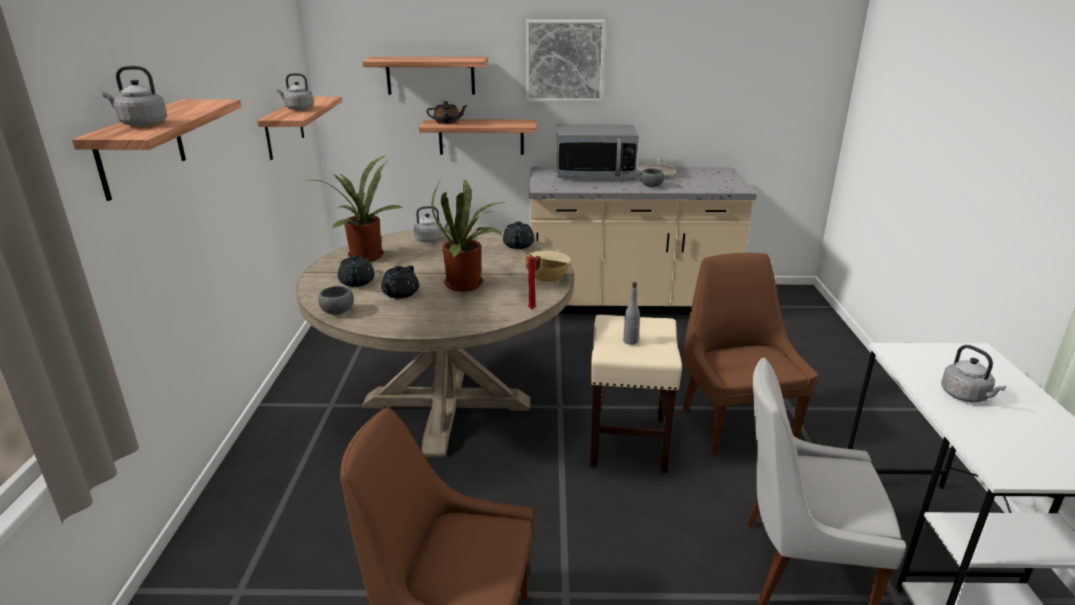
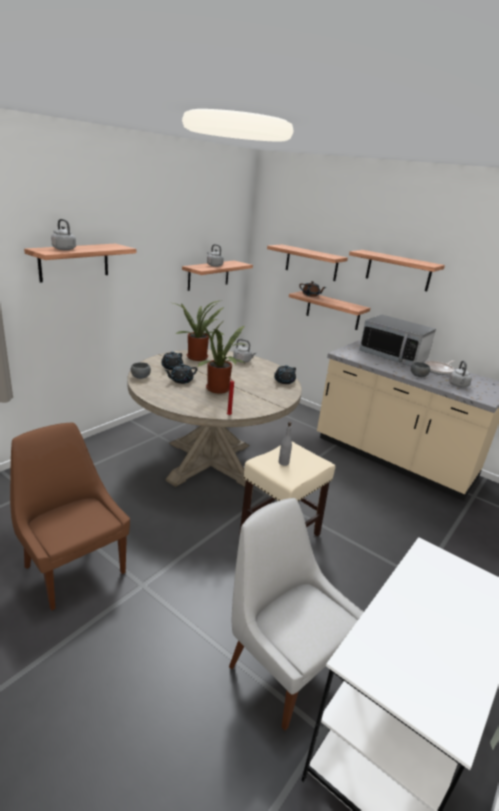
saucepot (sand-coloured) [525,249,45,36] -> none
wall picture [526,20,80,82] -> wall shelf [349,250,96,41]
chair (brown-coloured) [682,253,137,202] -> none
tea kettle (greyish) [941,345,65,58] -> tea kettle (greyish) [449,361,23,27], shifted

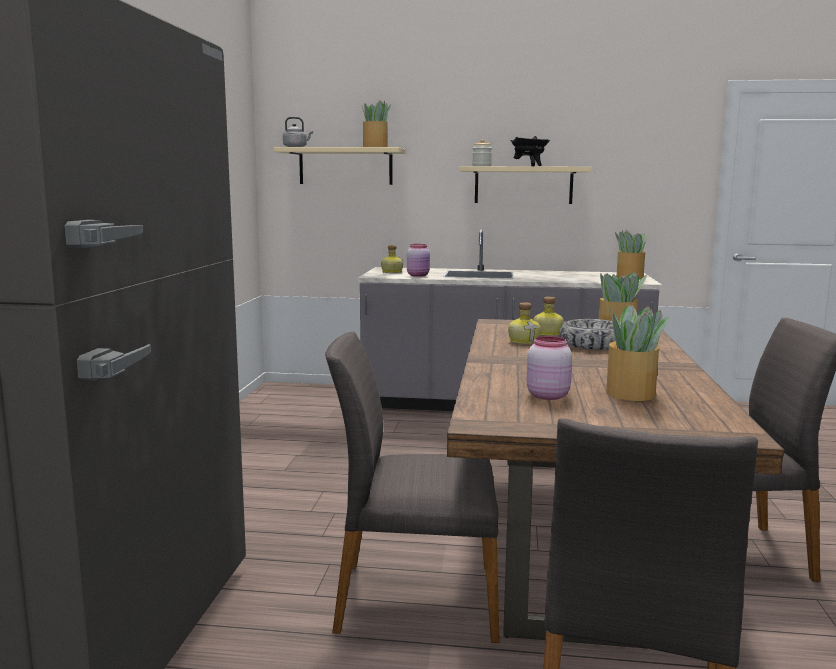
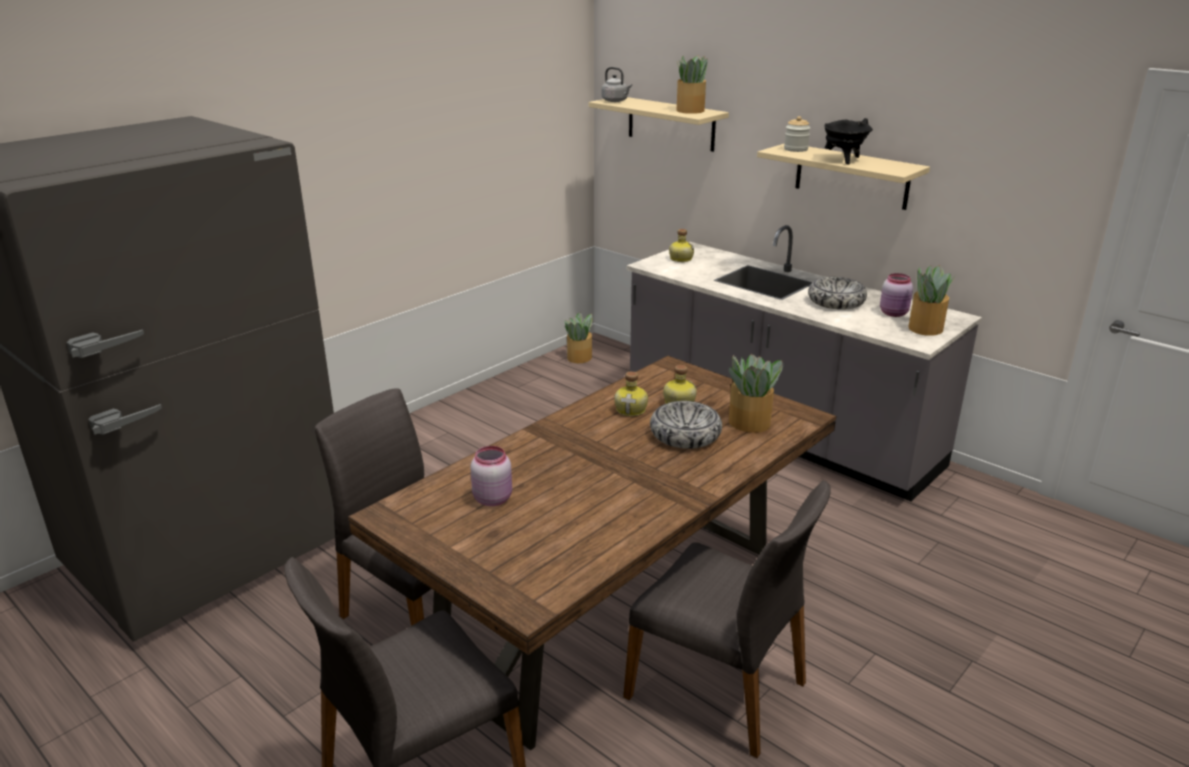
jar (pink) [407,244,23,33] -> jar (pink) [880,273,33,44], shifted
houseplant [606,305,63,96] -> houseplant [565,312,28,51], shifted
none -> serving bowl [808,277,59,33]

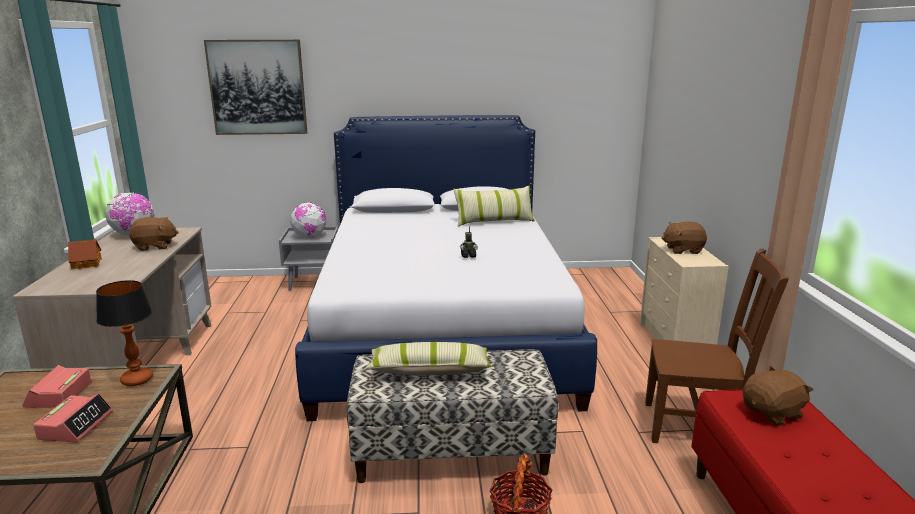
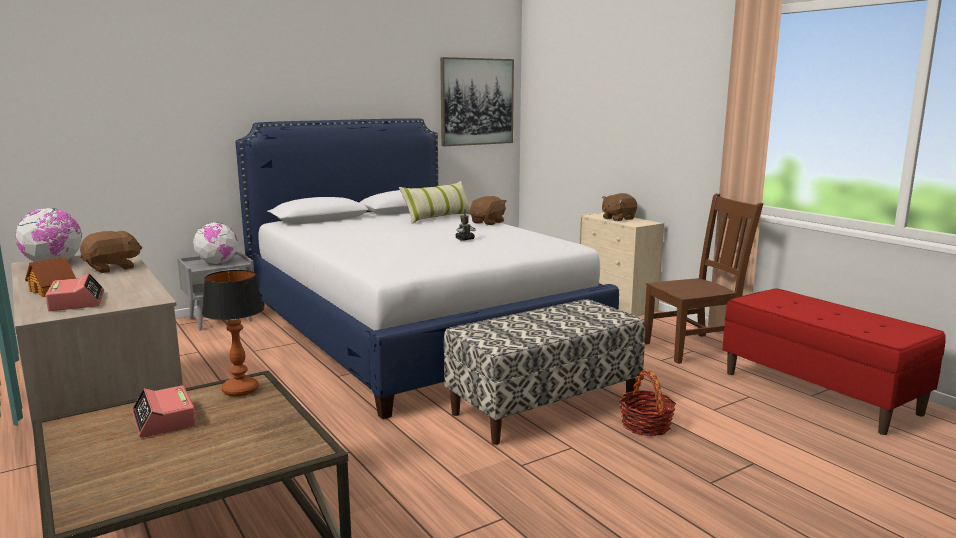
table clock [33,394,80,48] -> table clock [45,273,59,38], shifted
wall picture [204,40,103,95] -> wall picture [440,57,74,89], shifted
cushion [366,342,126,34] -> none
cuddly toy (brown-coloured) [743,366,71,60] -> cuddly toy (brown-coloured) [470,196,37,29], shifted

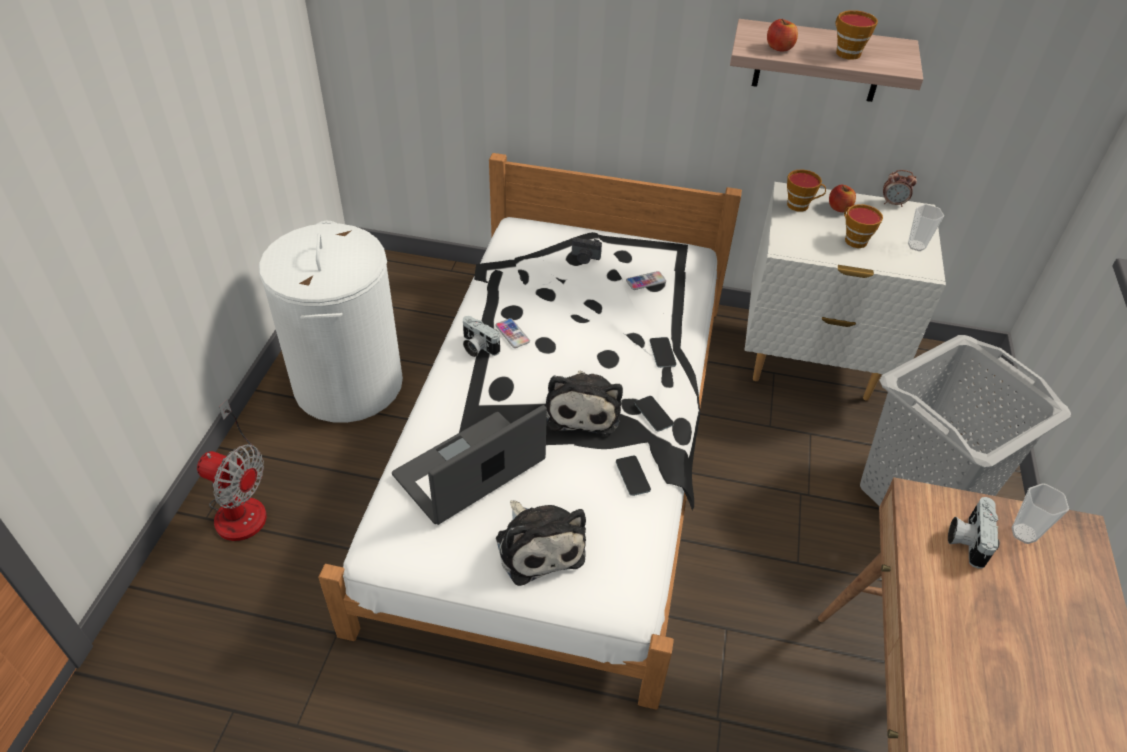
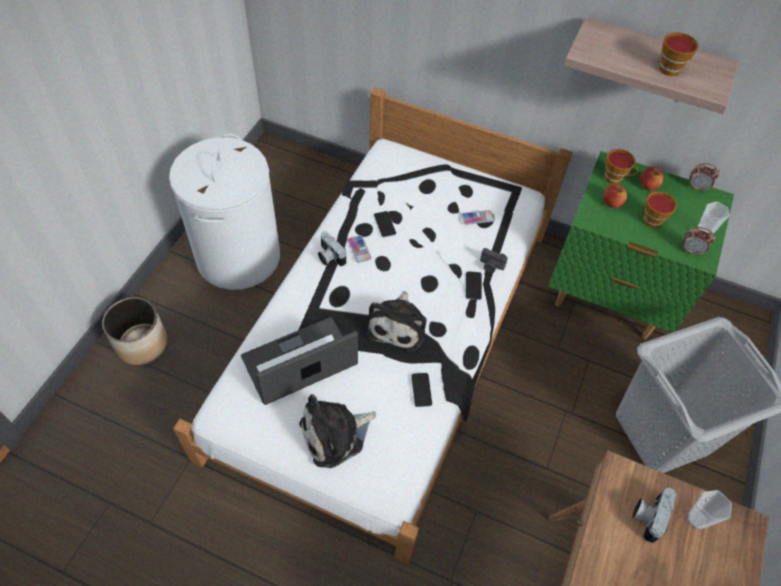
electric fan [197,399,70,142] -> plant pot [102,297,65,68]
cuddly toy [496,500,90,86] -> cuddly toy [299,394,77,74], 75 degrees clockwise
still camera [572,237,30,27] -> still camera [480,248,28,25], shifted
telephone [635,396,39,36] -> telephone [374,211,22,26], shifted
nightstand (whitish) [745,182,201,219] -> nightstand (greenish) [548,151,186,188]
apple fruit [767,19,31,32] -> apple fruit [603,184,24,24], shifted
none -> table clock [682,227,33,29]

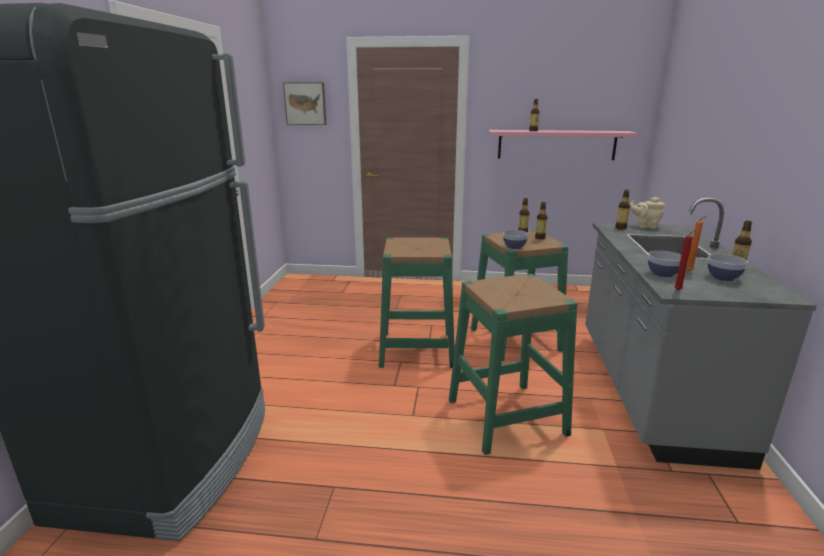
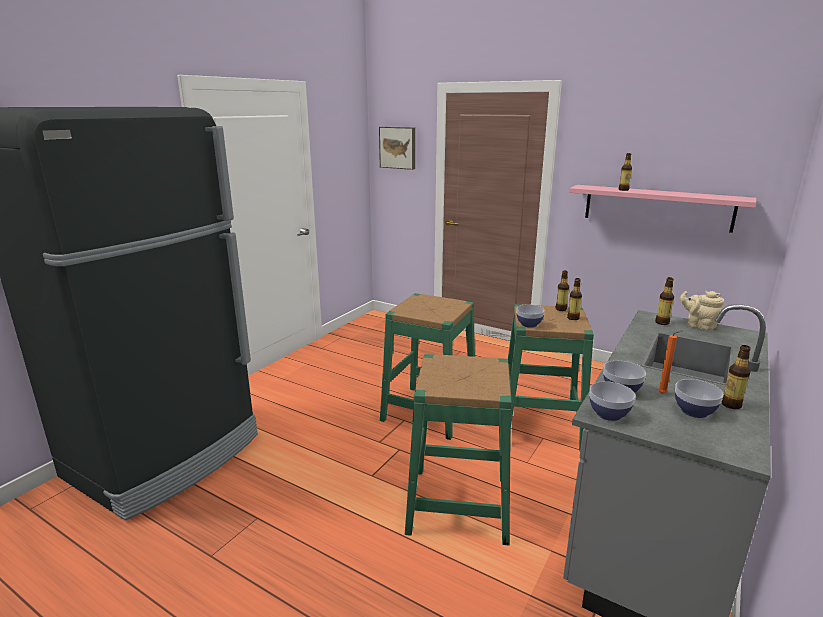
wax light (red) [674,230,22,60] -> serving bowl [589,381,47,40]

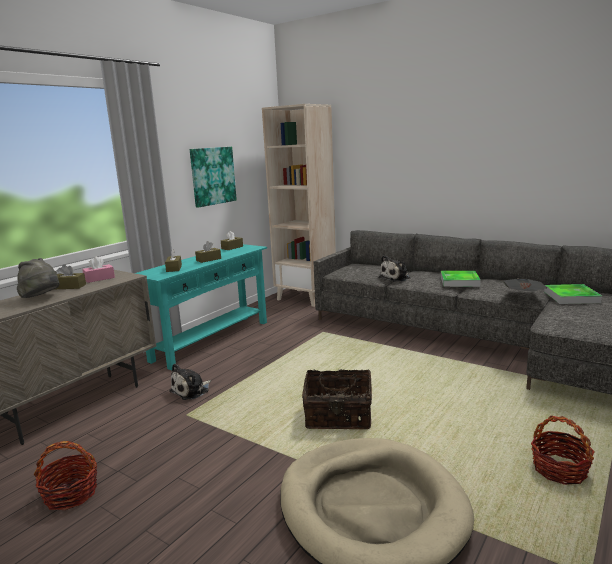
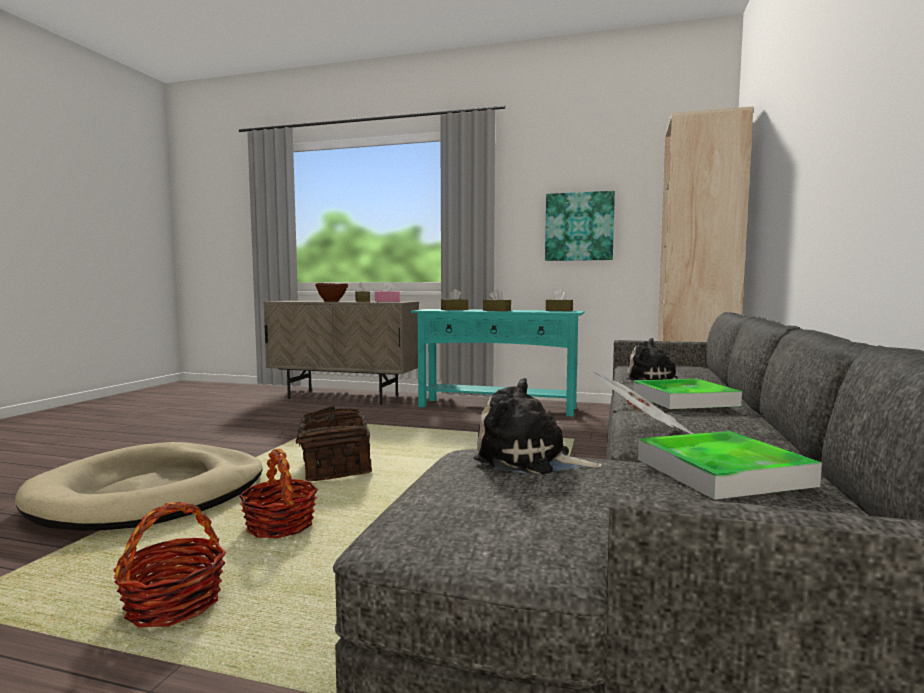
clothing hat (greyish) [17,258,43,40] -> serving bowl (brown-coloured) [315,283,33,19]
storage basket [34,441,63,69] -> storage basket [239,449,79,89], shifted
cuddly toy [169,363,42,37] -> cuddly toy [474,378,128,97], shifted

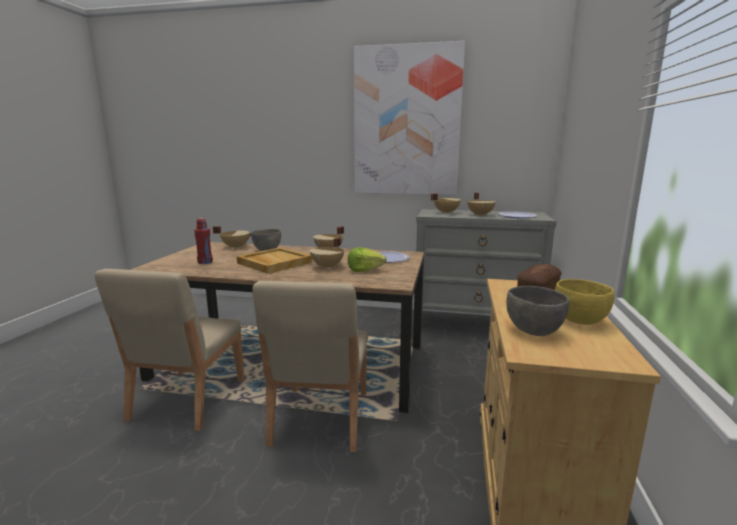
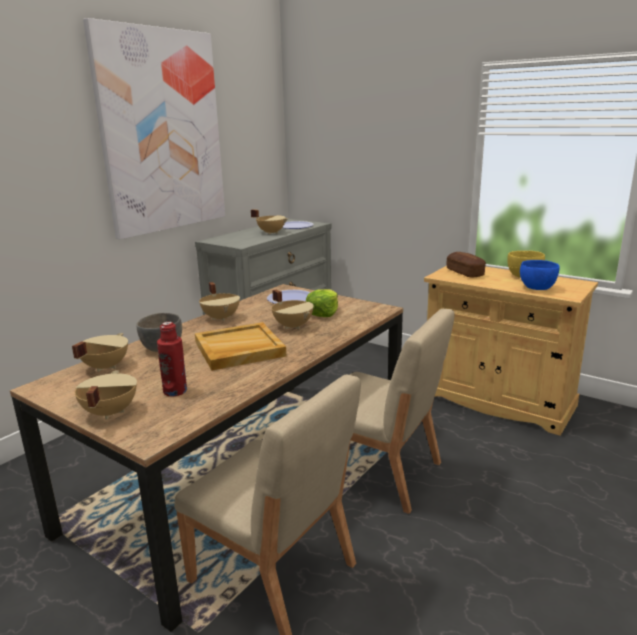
saucepot (sand-coloured) [431,193,30,21] -> saucepot (sand-coloured) [75,370,62,50], shifted
serving bowl (greyish) [506,286,63,50] -> serving bowl (blue-coloured) [520,260,40,30]

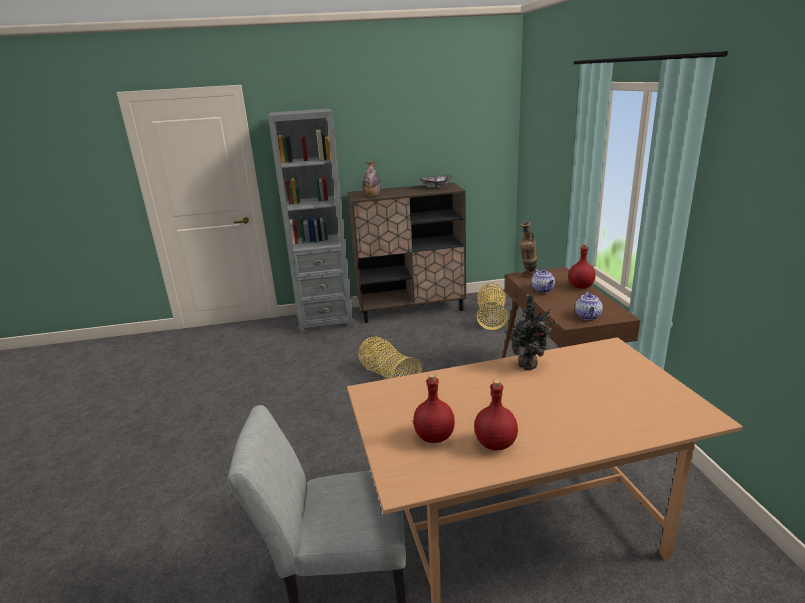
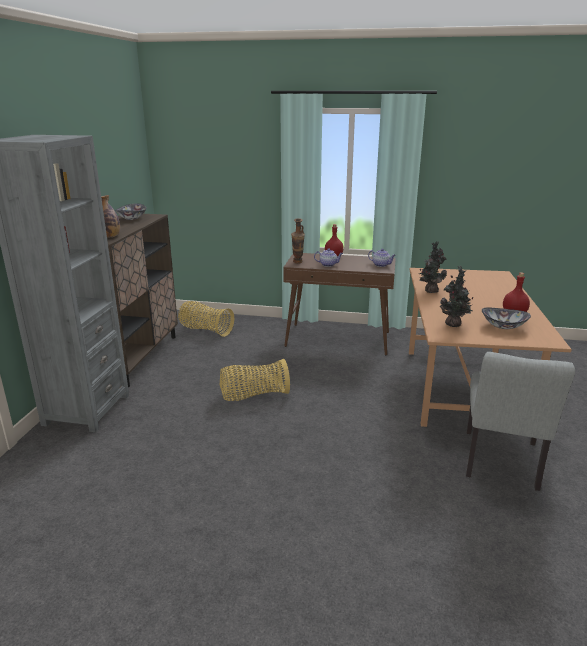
drink bottle (red) [413,374,42,69] -> serving bowl [482,308,49,21]
none -> houseplant [440,266,33,61]

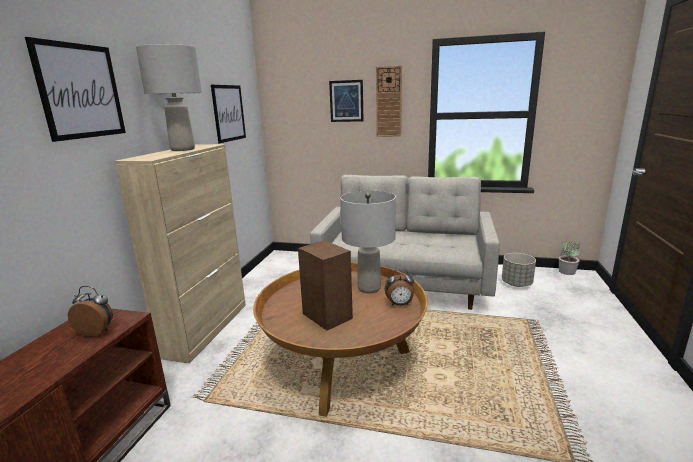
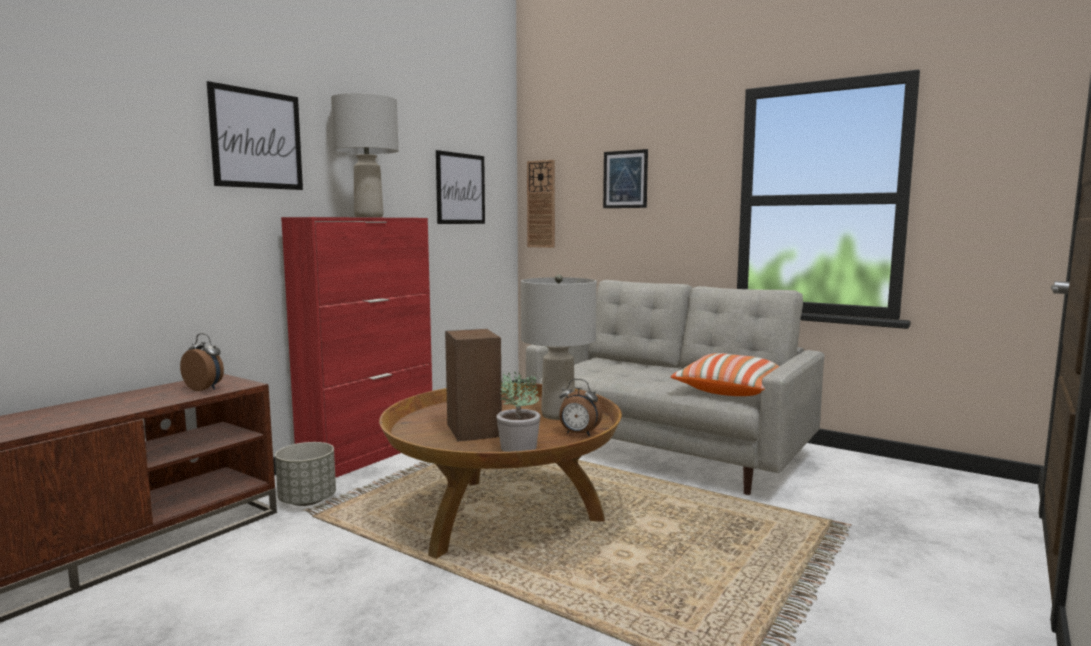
cabinet (sand-coloured) [115,144,131,220] -> cabinet (red) [281,217,151,261]
hanging clock [376,66,26,71] -> hanging clock [527,160,28,88], shifted
plant pot (greyish) [502,253,34,34] -> plant pot (greyish) [275,442,61,64], shifted
houseplant [559,242,21,33] -> houseplant [497,372,43,80], shifted
none -> cushion [671,353,108,43]

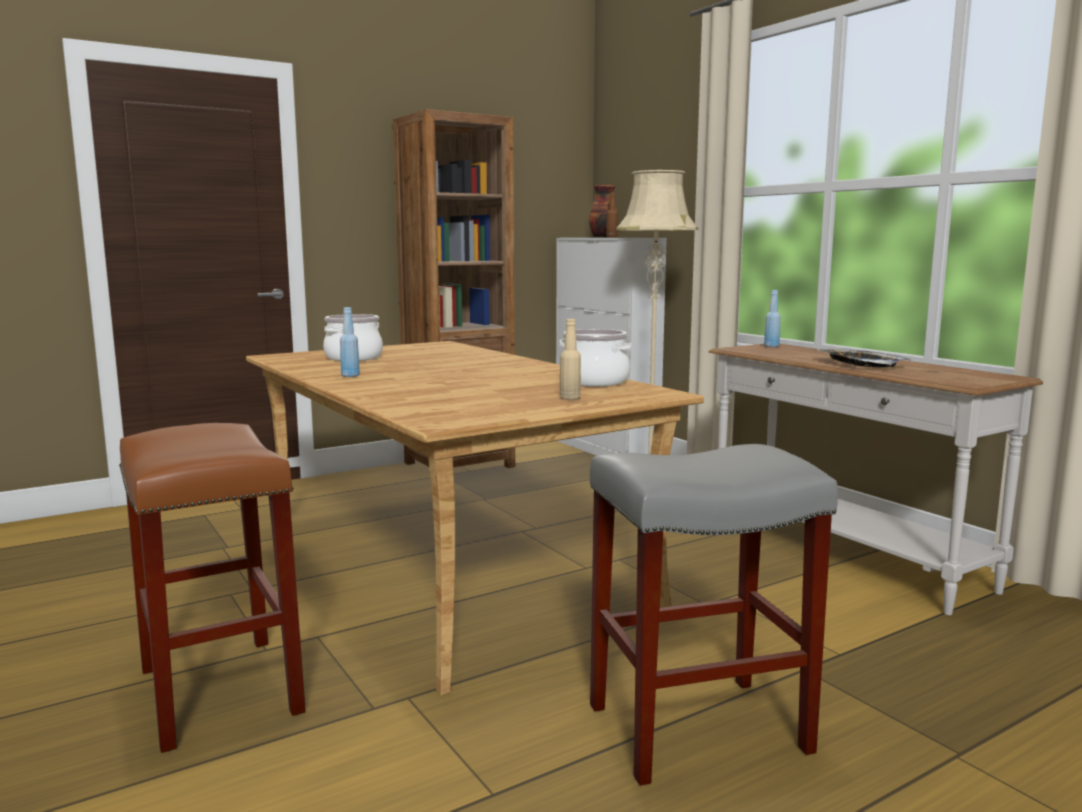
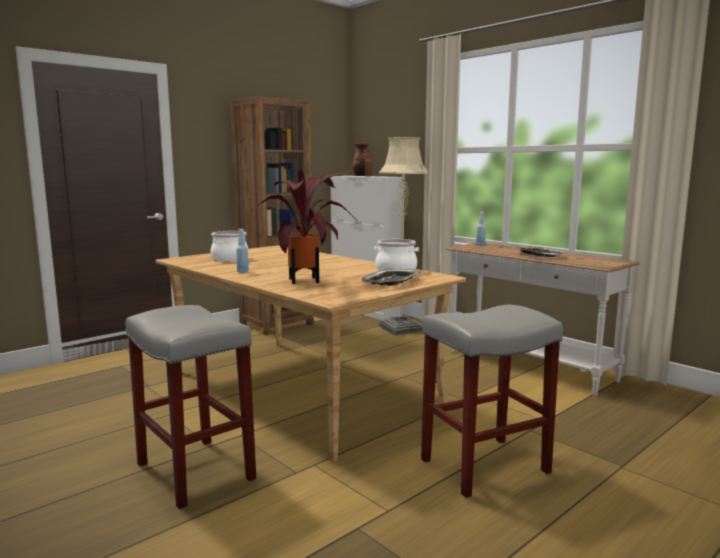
stool seat (brown-coloured) [119,423,187,330] -> stool seat (greyish) [126,305,130,204]
drink bottle (sand-coloured) [560,319,21,81] -> tray [362,269,59,17]
none -> houseplant [250,170,108,114]

